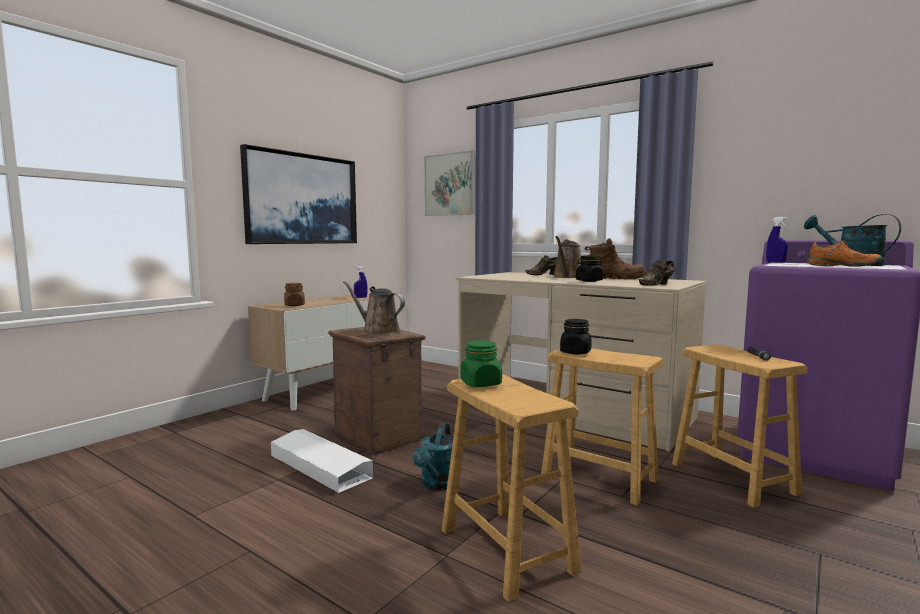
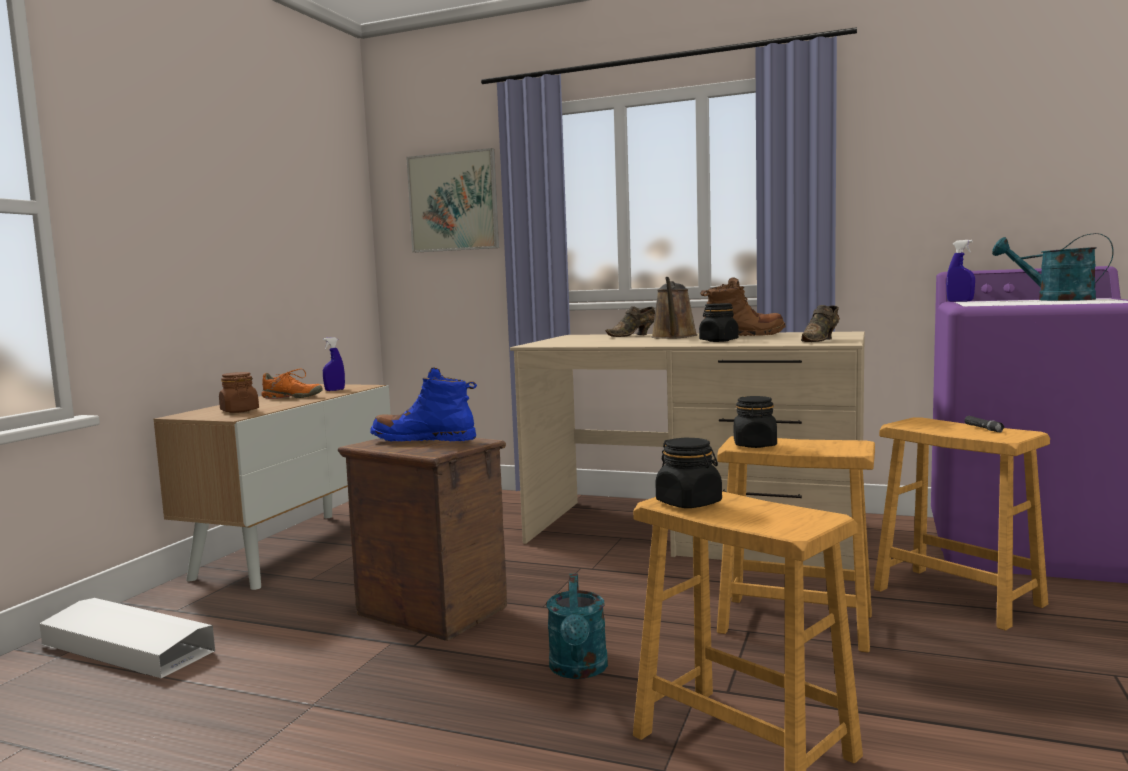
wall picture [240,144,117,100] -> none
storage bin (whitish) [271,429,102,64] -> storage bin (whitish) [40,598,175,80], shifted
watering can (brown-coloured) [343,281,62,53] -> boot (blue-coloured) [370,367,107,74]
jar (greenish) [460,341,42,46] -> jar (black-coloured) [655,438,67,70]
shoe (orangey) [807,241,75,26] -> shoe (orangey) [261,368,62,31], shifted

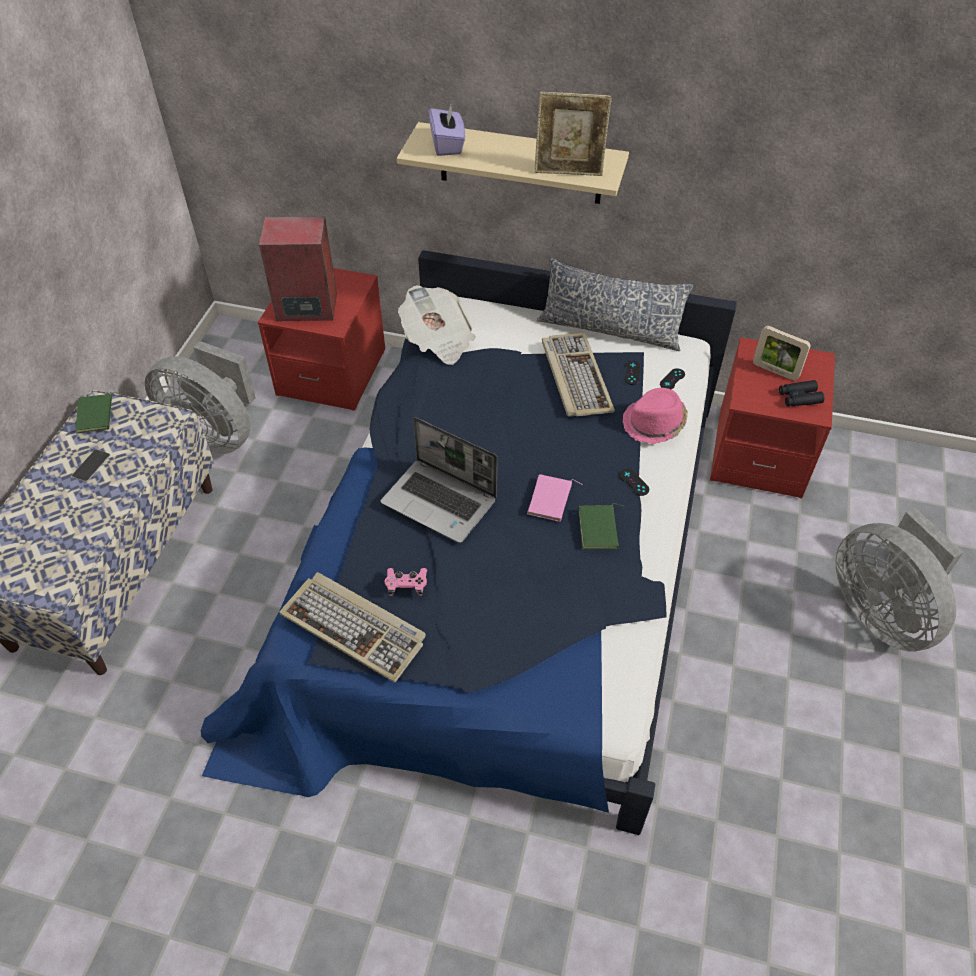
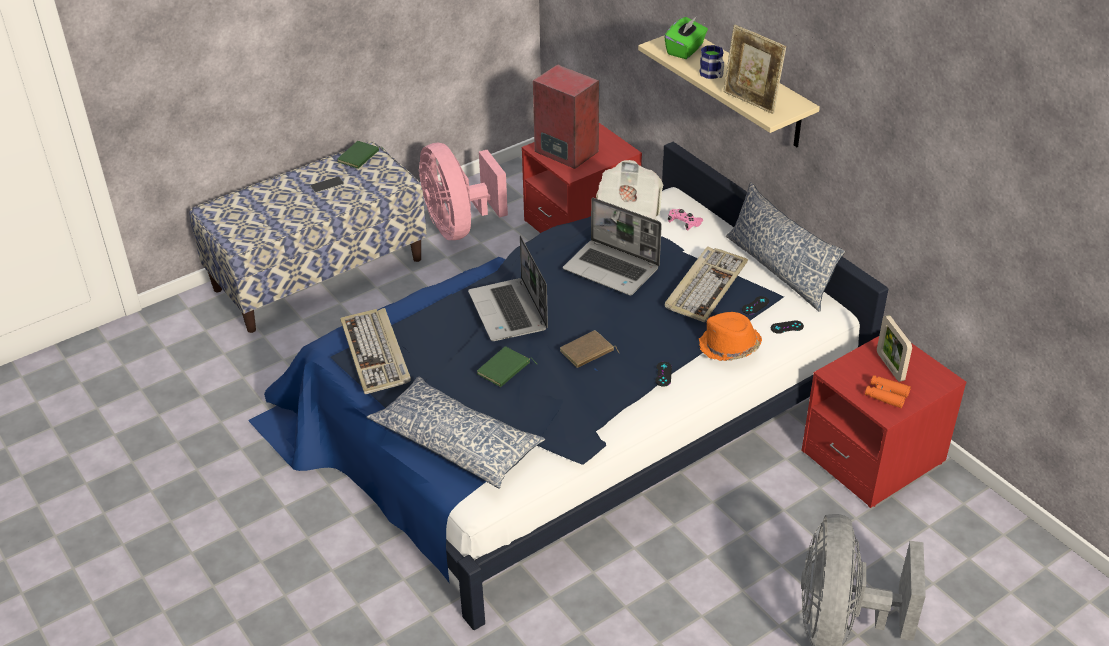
electric fan (greyish) [145,341,111,113] -> electric fan (pink) [419,143,89,97]
game controller (pink) [385,568,43,28] -> game controller (pink) [668,209,35,21], shifted
box of tissues (purple-coloured) [429,105,36,51] -> box of tissues (greenish) [664,17,44,42]
book (pink) [527,474,56,48] -> book (brown-coloured) [560,330,59,38]
book (greenish) [579,503,46,46] -> book (greenish) [477,346,60,41], shifted
clothing hat (pink) [623,388,65,56] -> clothing hat (orangey) [699,312,63,49]
field glasses (black-coloured) [779,380,46,27] -> field glasses (orangey) [865,375,46,33]
none -> cushion [367,376,178,113]
none -> notebook computer [563,198,99,97]
none -> tea mug [699,45,25,34]

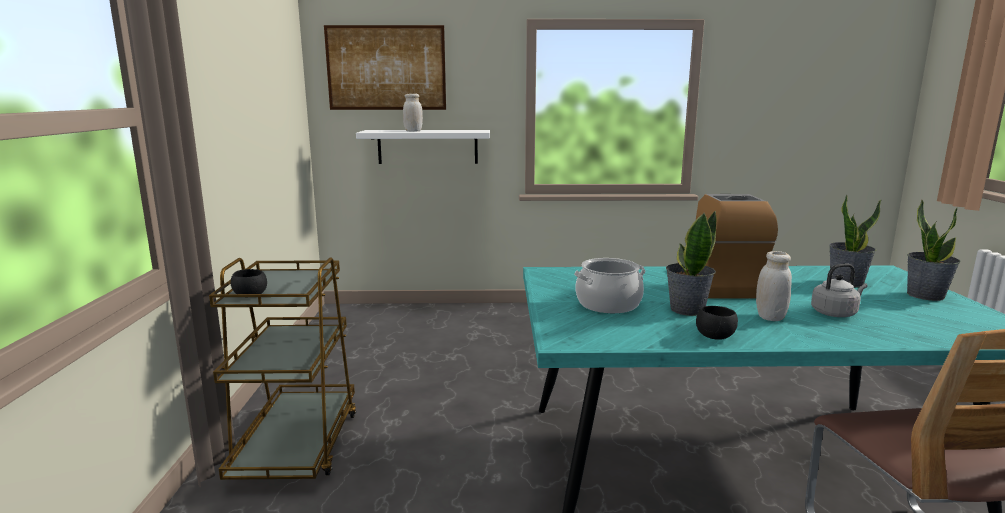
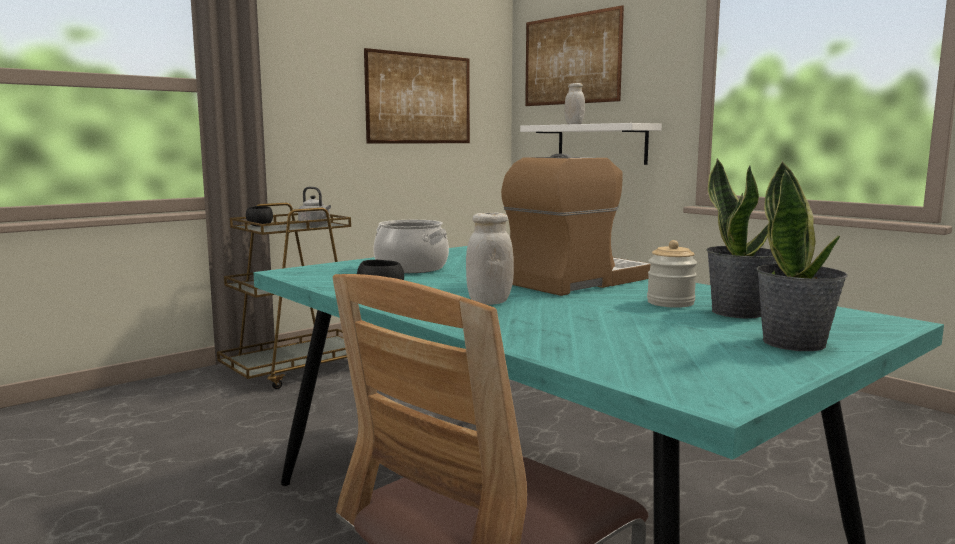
houseplant [666,210,51,106] -> none
tea kettle (greyish) [811,263,57,54] -> tea kettle (greyish) [298,187,33,39], shifted
none -> wall picture [364,48,106,95]
none -> jar [647,240,50,68]

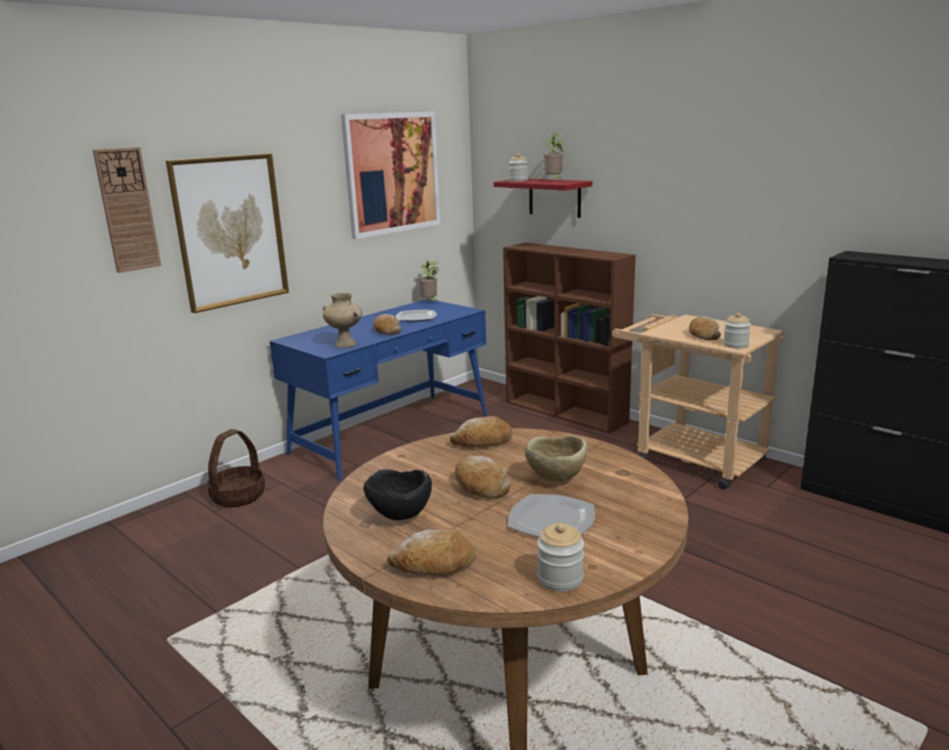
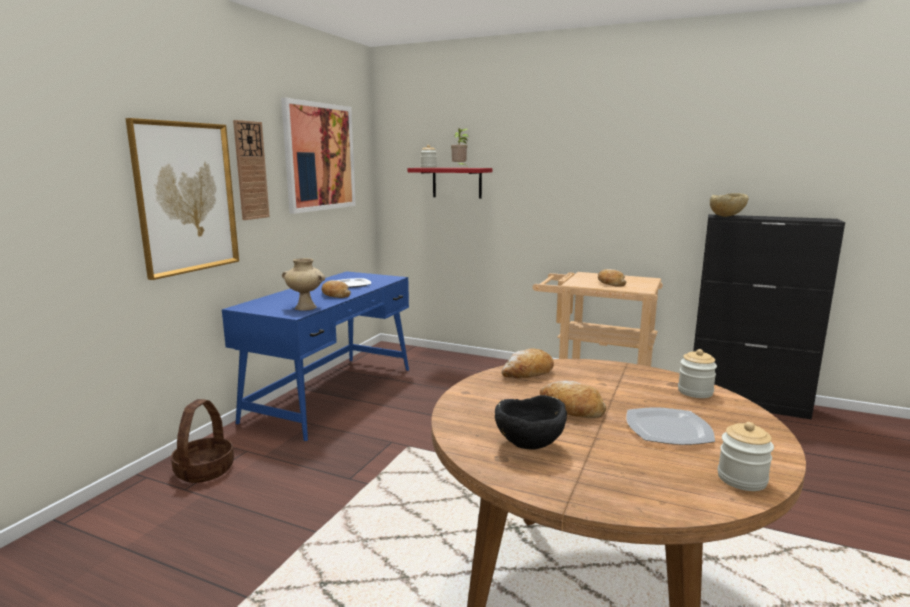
hanging clock [93,147,68,126] -> hanging clock [233,120,37,100], shifted
baked bread [387,529,88,46] -> none
houseplant [419,261,20,41] -> none
shelving unit (brown-coloured) [503,243,133,191] -> none
serving bowl (sand-coloured) [525,435,63,47] -> serving bowl (sand-coloured) [710,193,39,24], shifted
jar [723,313,28,36] -> jar [678,349,39,49], shifted

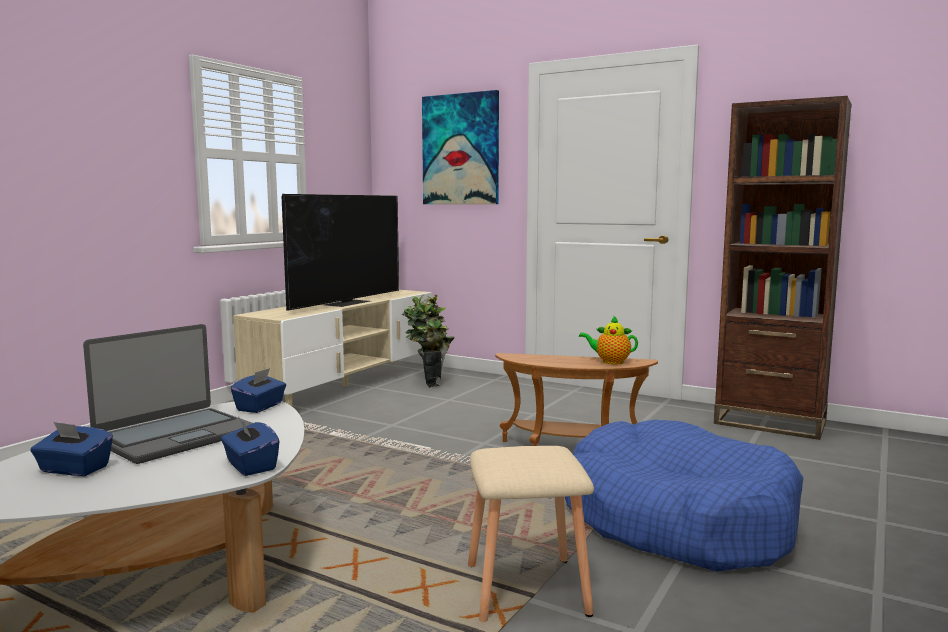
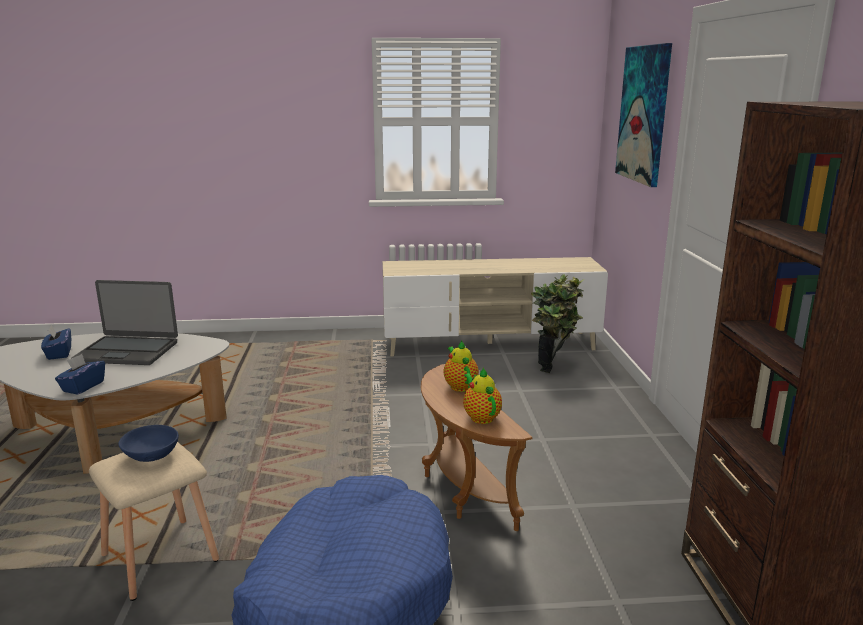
box of tissues (blue-coloured) [231,368,55,45] -> none
television [282,194,117,117] -> none
none -> serving bowl (blue-coloured) [118,425,61,37]
none -> teapot [443,340,36,52]

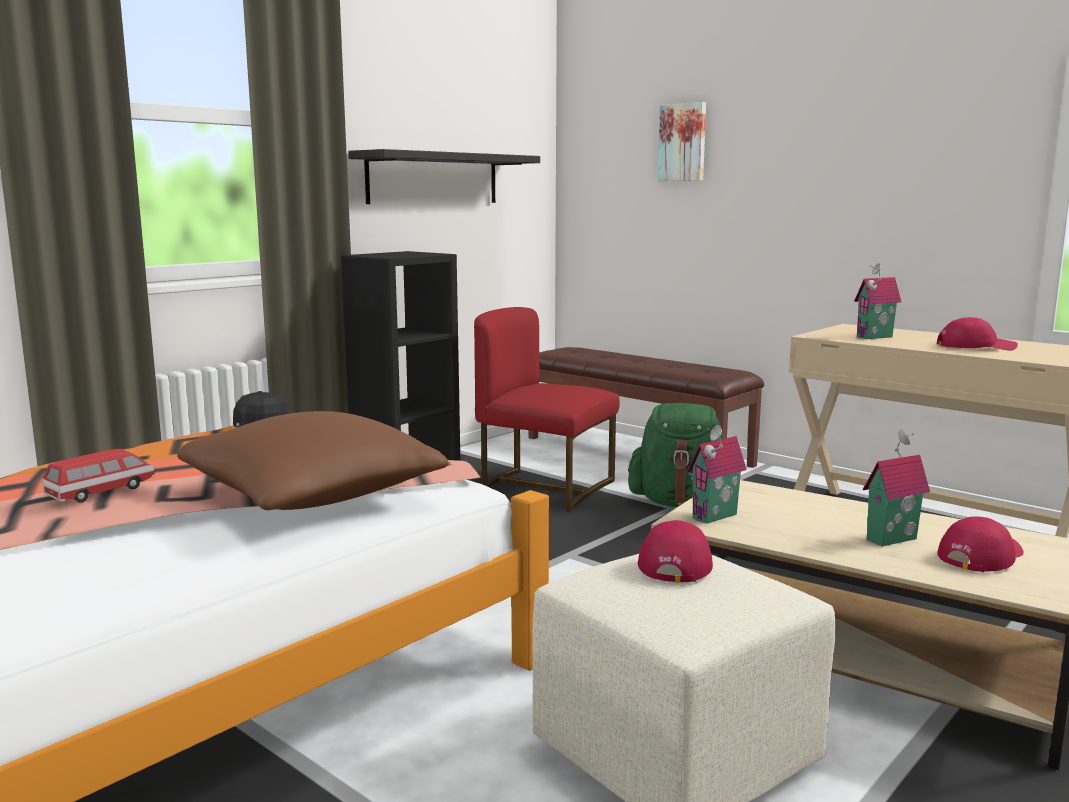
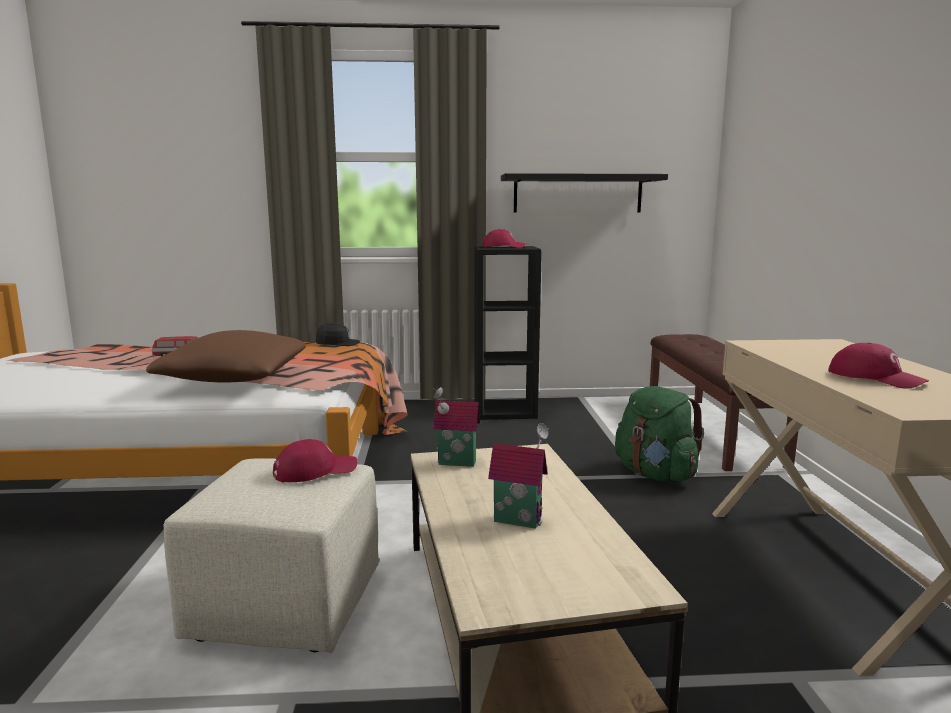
chair (red) [474,307,146,205] -> none
wall picture [658,102,48,79] -> none
miniature house [854,263,47,76] -> none
cap (red) [937,516,86,56] -> cap (red) [483,229,43,19], shifted

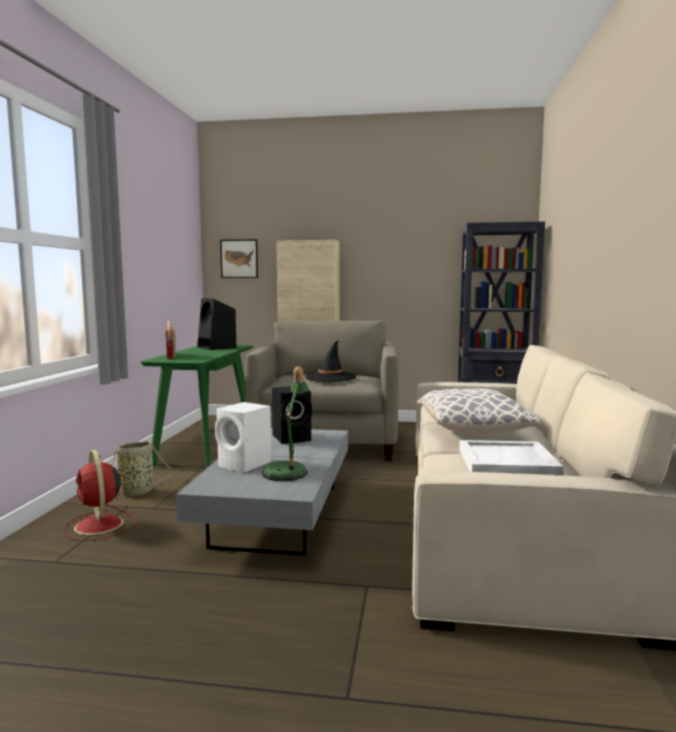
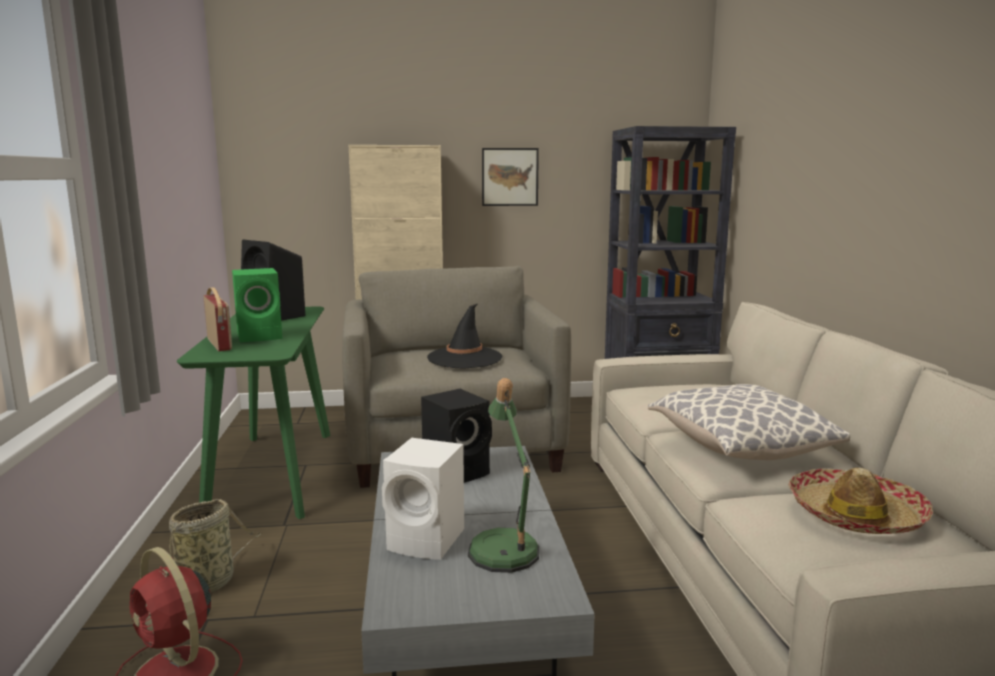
wall picture [220,239,38,39] -> wall picture [482,148,57,58], shifted
tray (whitish) [459,440,105,35] -> clothing hat [788,468,145,66]
none -> audio speaker (greenish) [232,268,50,74]

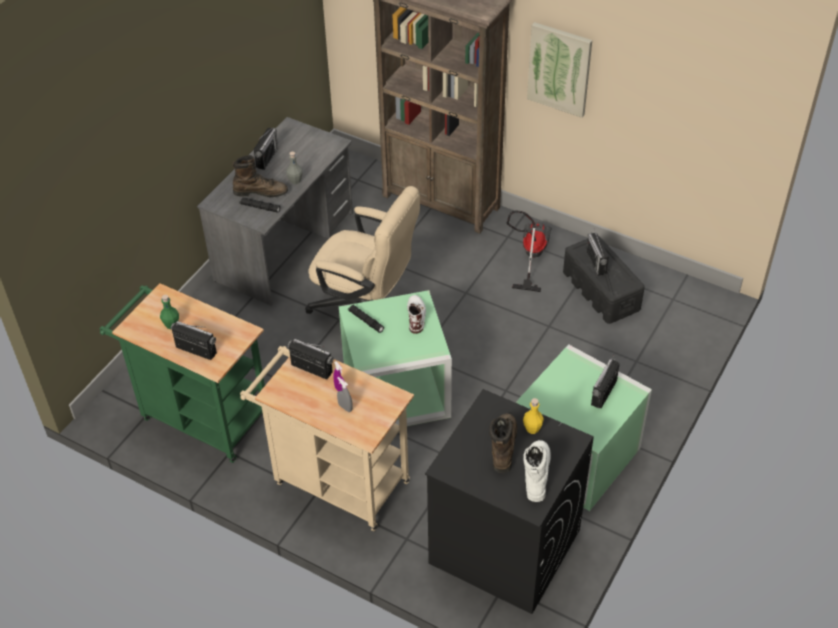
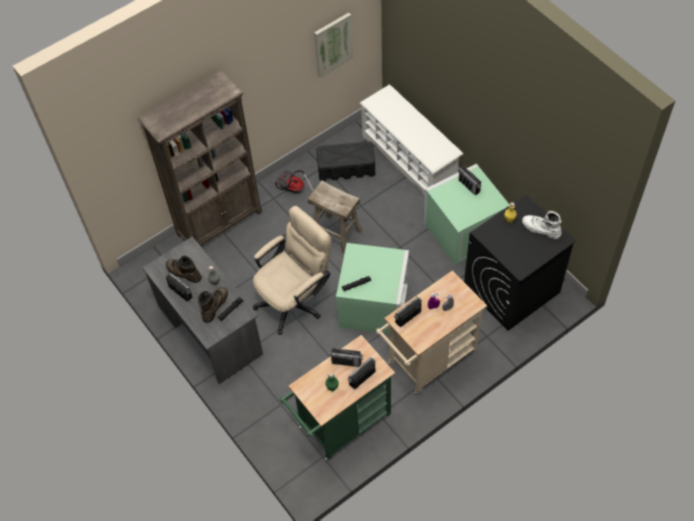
boot (whitish) [407,295,19,39] -> none
boot (brown-coloured) [489,414,28,59] -> boot (brown-coloured) [166,256,36,27], shifted
wall picture [527,22,65,96] -> wall picture [314,13,39,65], shifted
radio set [586,228,23,48] -> radio set [329,348,34,19], shifted
none -> stool seat (sand-coloured) [308,180,54,73]
none -> shoe shelf (whitish) [360,84,103,113]

